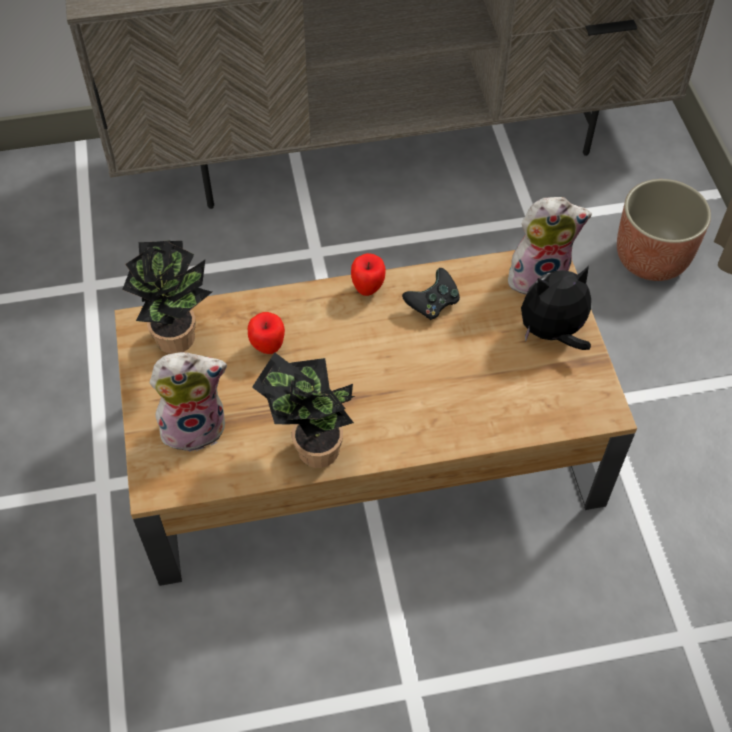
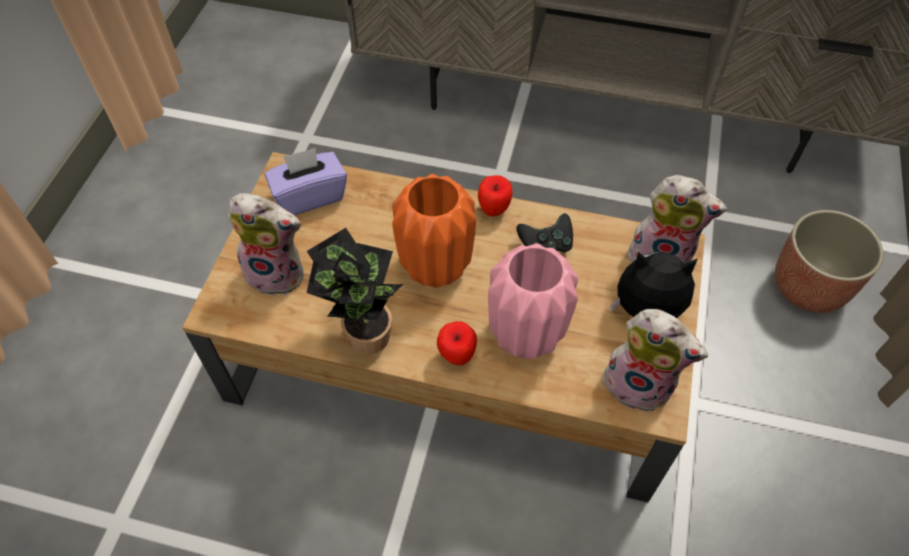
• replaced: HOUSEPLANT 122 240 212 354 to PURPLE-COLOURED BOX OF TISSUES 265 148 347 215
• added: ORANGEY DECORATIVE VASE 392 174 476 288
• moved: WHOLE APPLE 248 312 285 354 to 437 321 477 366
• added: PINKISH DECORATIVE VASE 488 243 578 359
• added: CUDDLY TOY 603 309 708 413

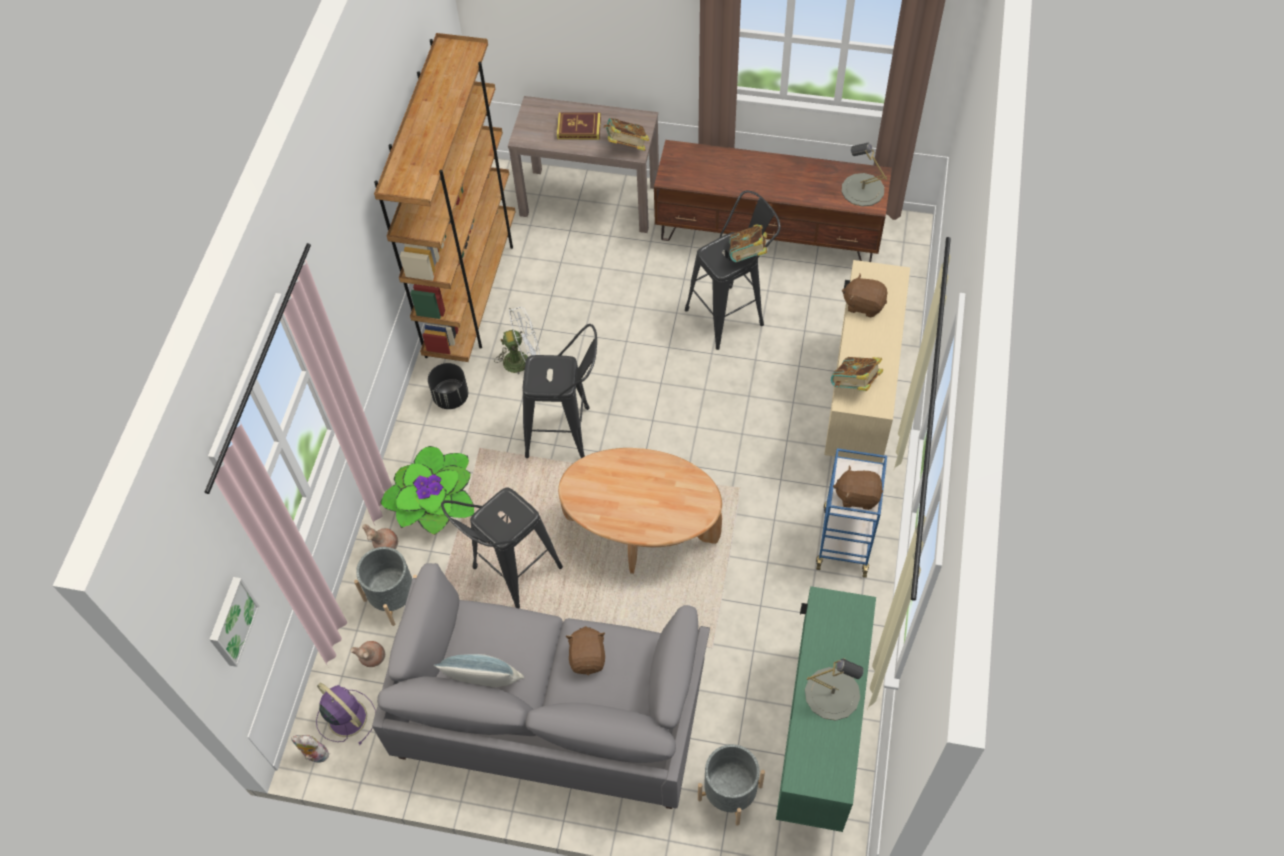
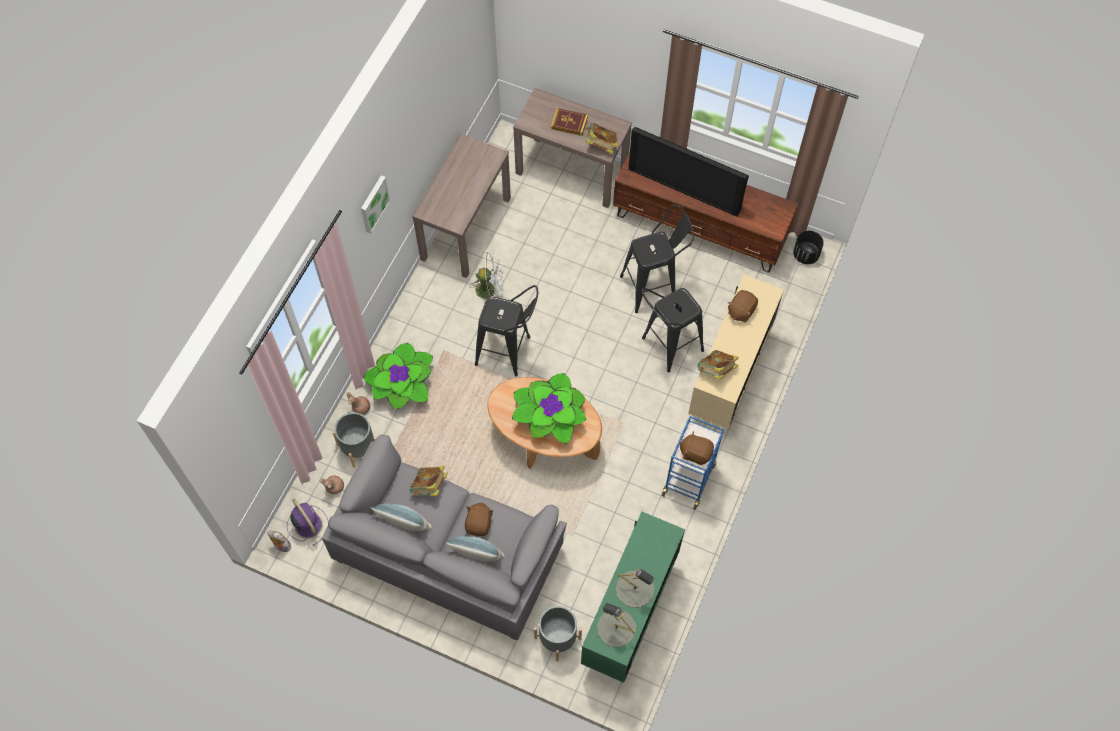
• moved: WALL PICTURE 209 577 259 667 to 361 175 390 234
• moved: BOOK 729 224 767 262 to 410 466 448 497
• replaced: BROWNISH BOOKCASE 374 33 515 362 to BROWNISH NARROW TABLE 412 133 511 278
• added: CUSHION 445 536 505 562
• added: HOUSEPLANT 512 373 587 444
• moved: GREY TABLE LAMP 842 143 887 207 to 597 603 636 648
• added: TV SET 628 127 749 217
• moved: BLACKISH STOOL SEAT 441 487 563 608 to 642 288 704 372
• turned: BROWNISH CUDDLY TOY 842 273 887 318 = 728 290 758 323 90 degrees counterclockwise
• moved: BLACKISH PLANT POT 428 363 468 409 to 793 231 824 264

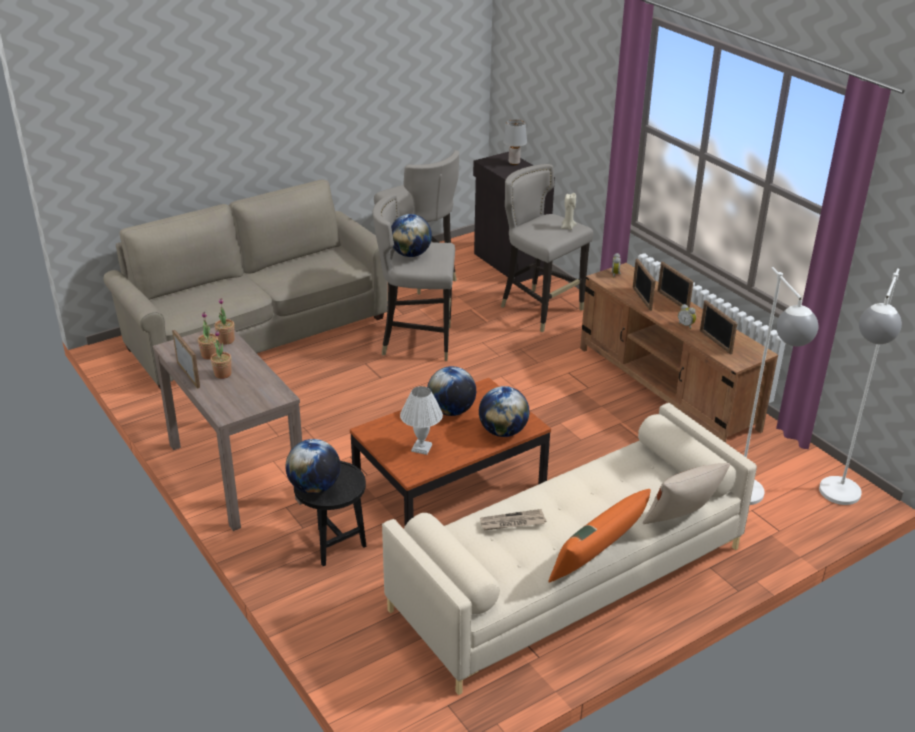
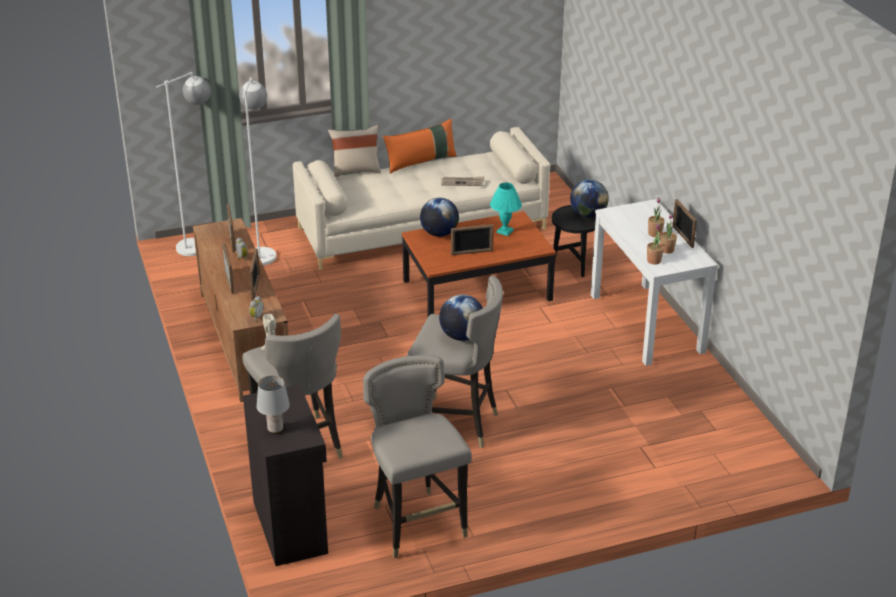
• replaced: GLOBE 427 366 476 416 to PHOTO FRAME 451 224 493 255
• recoloured: WHITE-COLOURED TABLE LAMP 400 386 443 455 to TURQUOISE TABLE LAMP 490 183 522 236
• recoloured: BROWNISH NARROW TABLE 153 327 303 531 to WHITE-COLOURED NARROW TABLE 591 199 718 366
• removed: SAND-COLOURED COUCH 103 180 388 390

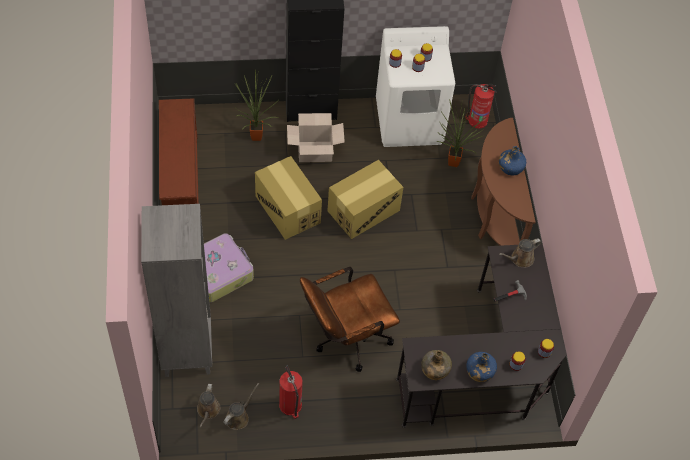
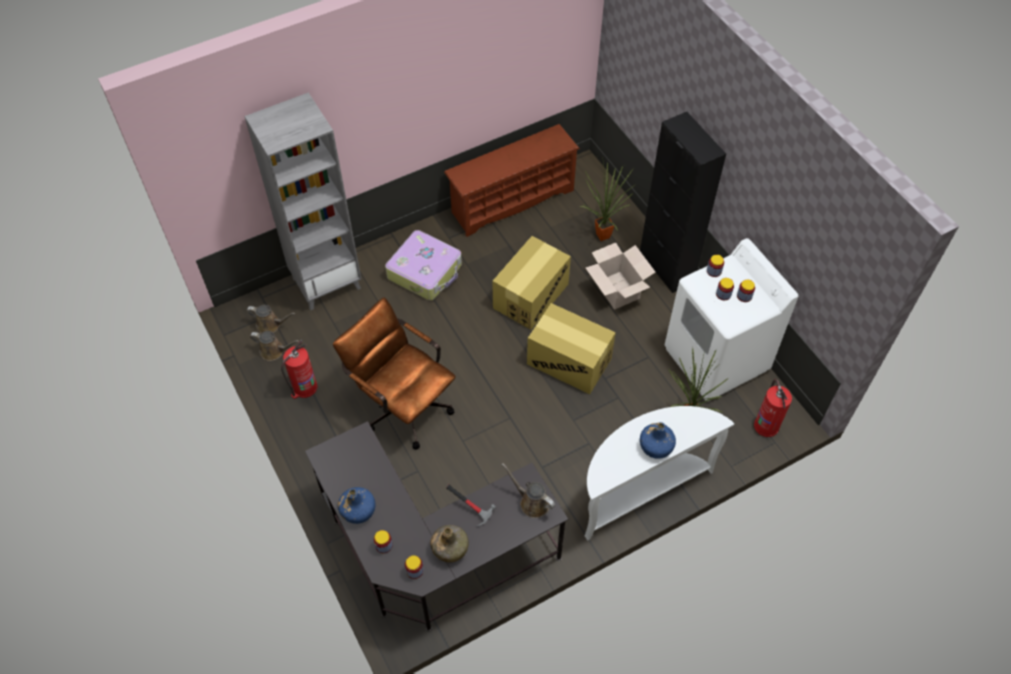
• turned: BROWNISH WATERING CAN 197 384 220 427 = 246 305 296 333 150 degrees counterclockwise
• moved: GREENISH BOTTLE 421 350 452 380 to 430 525 469 562
• recoloured: BROWNISH NARROW TABLE 471 118 536 246 to WHITE-COLOURED NARROW TABLE 585 406 734 540

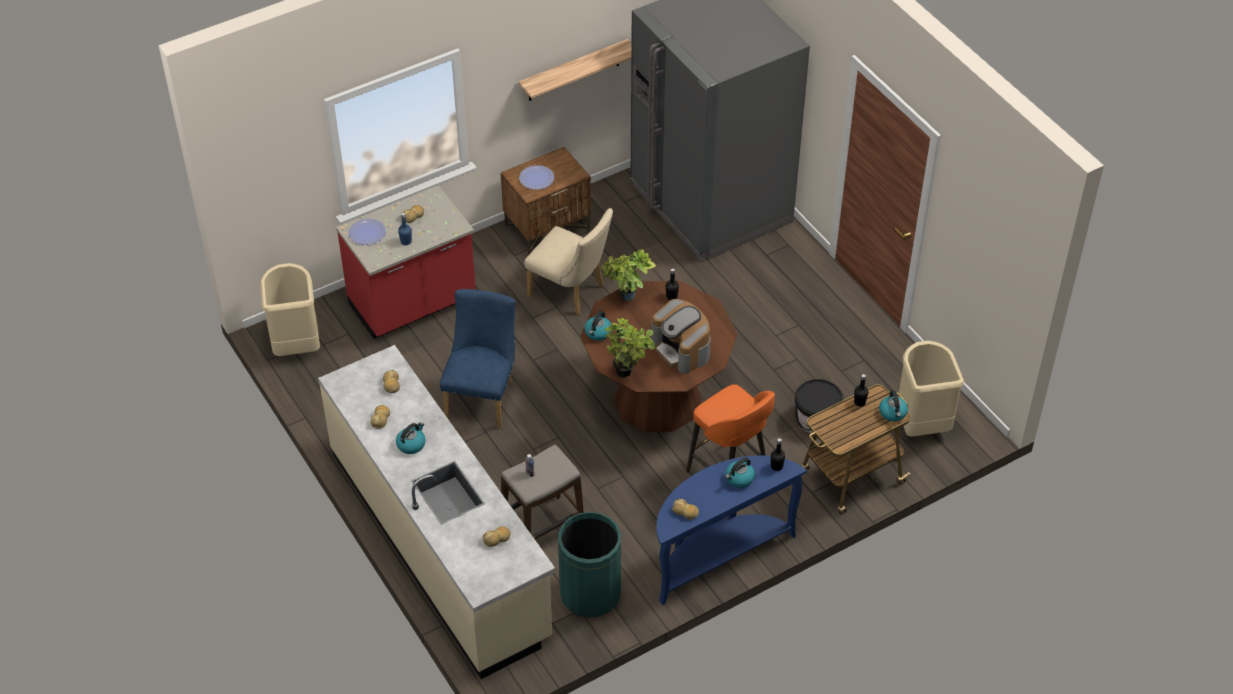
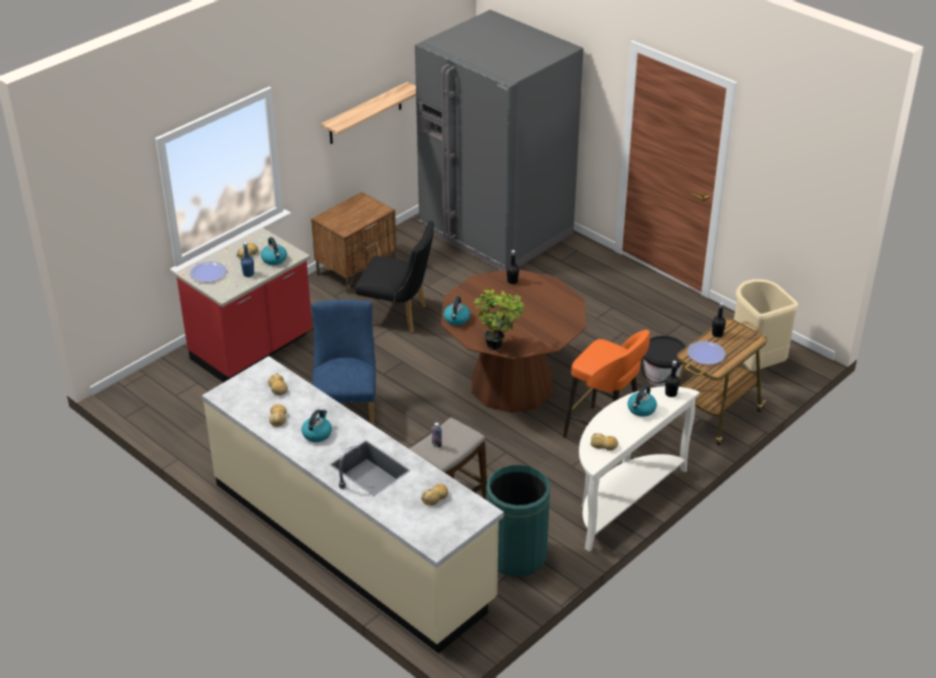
• moved: KETTLE 879 391 908 422 to 261 237 287 265
• recoloured: SAND-COLOURED UPRIGHT CHAIR 524 208 613 315 to BLACKISH UPRIGHT CHAIR 355 221 434 332
• recoloured: BLUISH NARROW TABLE 656 455 807 605 to WHITE-COLOURED NARROW TABLE 579 386 700 552
• moved: PLATE 519 165 554 190 to 687 341 726 365
• removed: SAND-COLOURED RUBBISH BIN 260 263 320 356
• removed: HOUSEPLANT 602 249 656 301
• removed: COFFEE BREWER 651 299 711 374

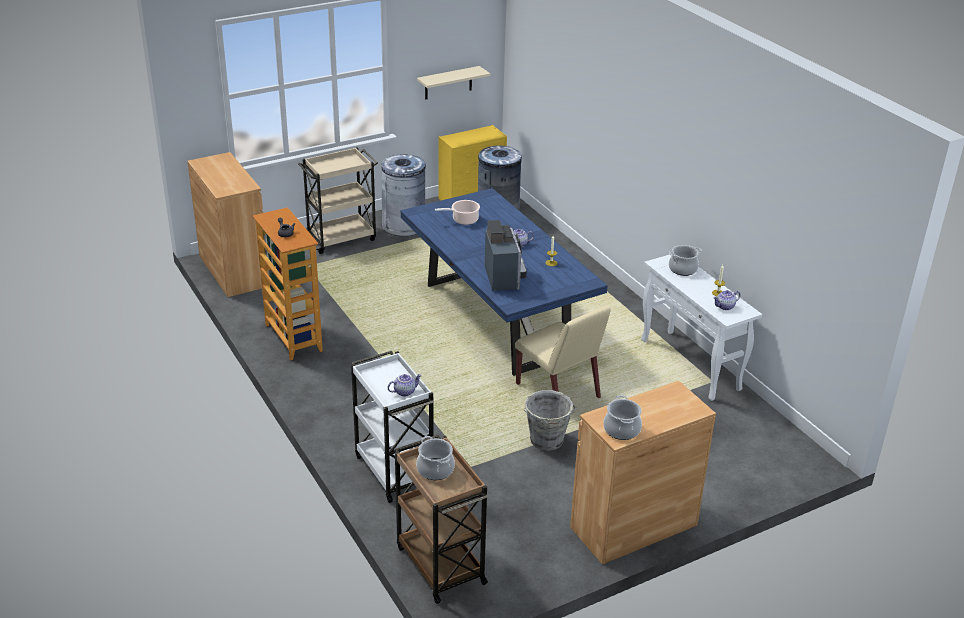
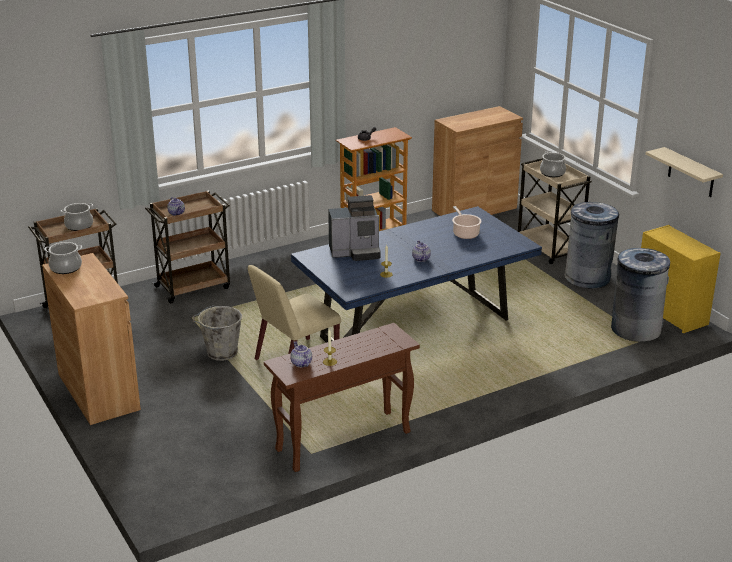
• recoloured: WHITE-COLOURED WHEELED CART 351 351 434 503 to BROWNISH WHEELED CART 145 190 230 304
• recoloured: WHITE-COLOURED NARROW TABLE 641 254 762 401 to BROWNISH NARROW TABLE 264 323 420 472
• moved: STOCKPOT 669 245 702 276 to 540 151 566 177

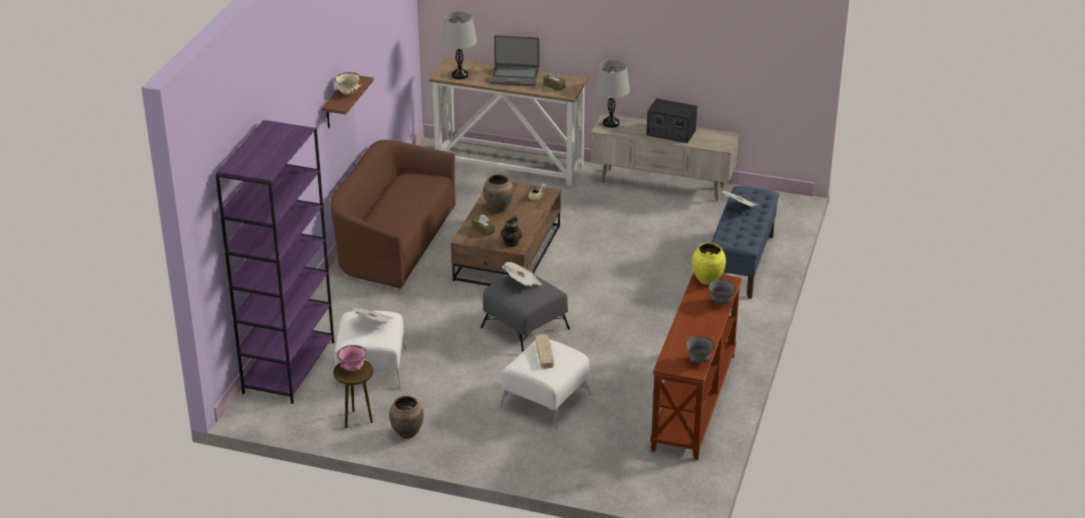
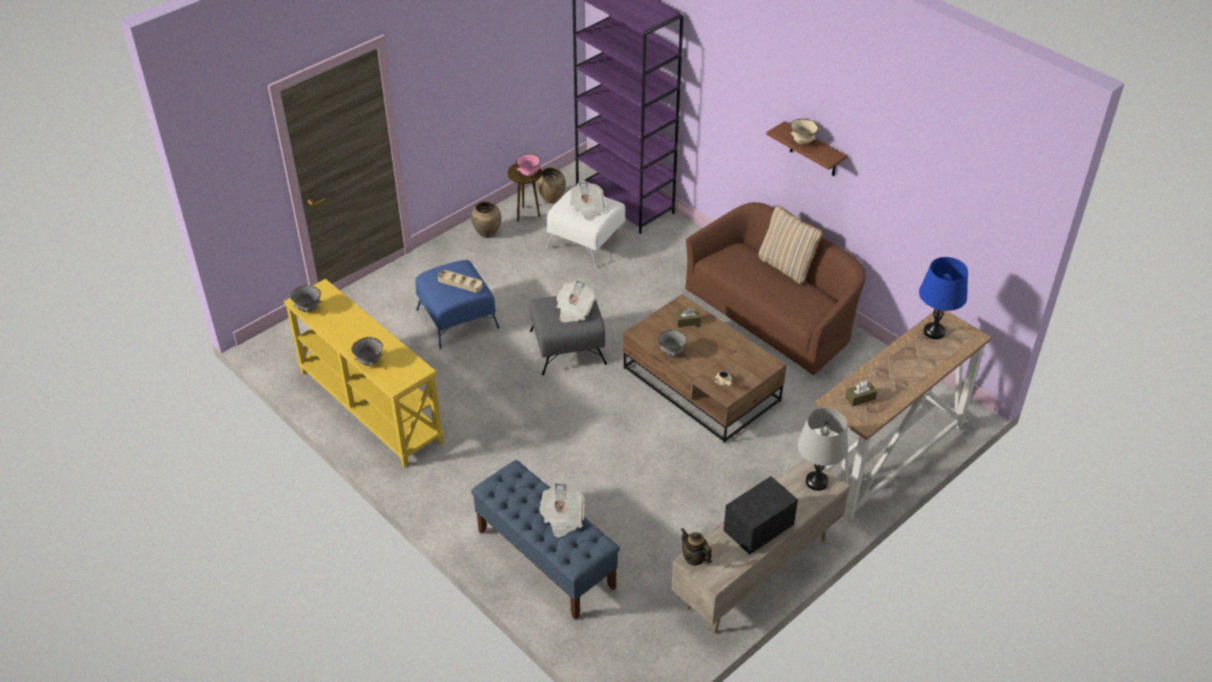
• recoloured: BROWNISH NARROW TABLE 650 272 742 460 to YELLOW-COLOURED NARROW TABLE 283 279 444 468
• recoloured: WHITE-COLOURED FOOTREST 499 340 592 430 to BLUISH FOOTREST 415 260 500 349
• moved: BROWNISH DECORATIVE VASE 483 174 513 212 to 537 167 566 204
• added: GREY SERVING BOWL 658 330 688 356
• moved: POT FOR TEA 501 216 522 247 to 680 528 712 566
• added: SAND-COLOURED CUSHION 758 205 823 284
• recoloured: GREY TABLE LAMP 441 11 477 79 to BLUISH TABLE LAMP 919 257 968 339
• removed: LAPTOP 490 35 539 86
• removed: YELLOW-COLOURED DECORATIVE VASE 692 243 726 285

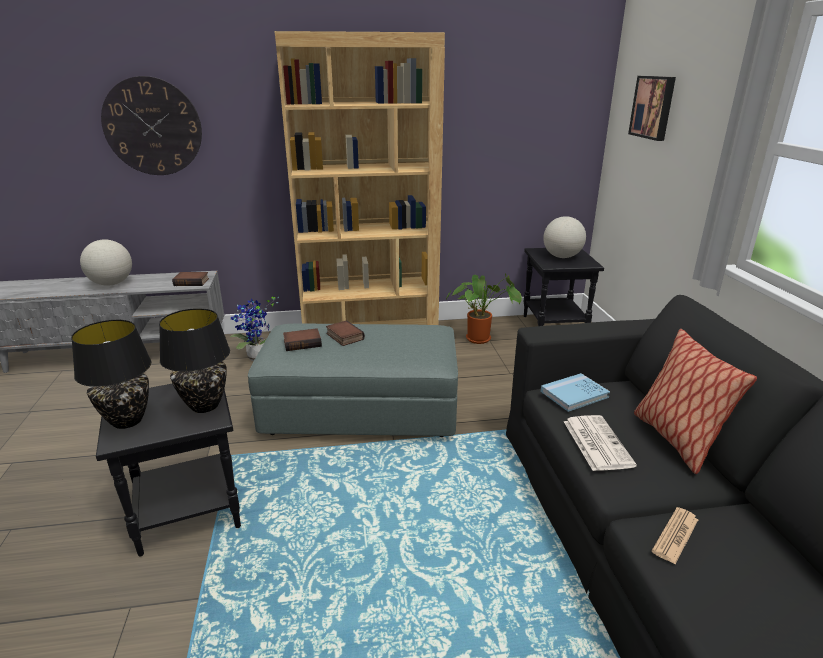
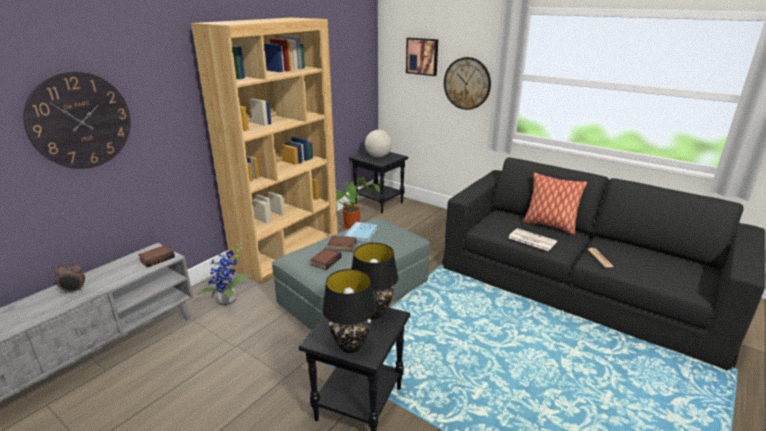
• replaced: GLOBE 80 239 132 286 to TABLE CLOCK 55 263 85 294
• moved: BLUISH BOOK 540 373 610 412 to 344 222 378 243
• added: WALL CLOCK 444 57 491 110

